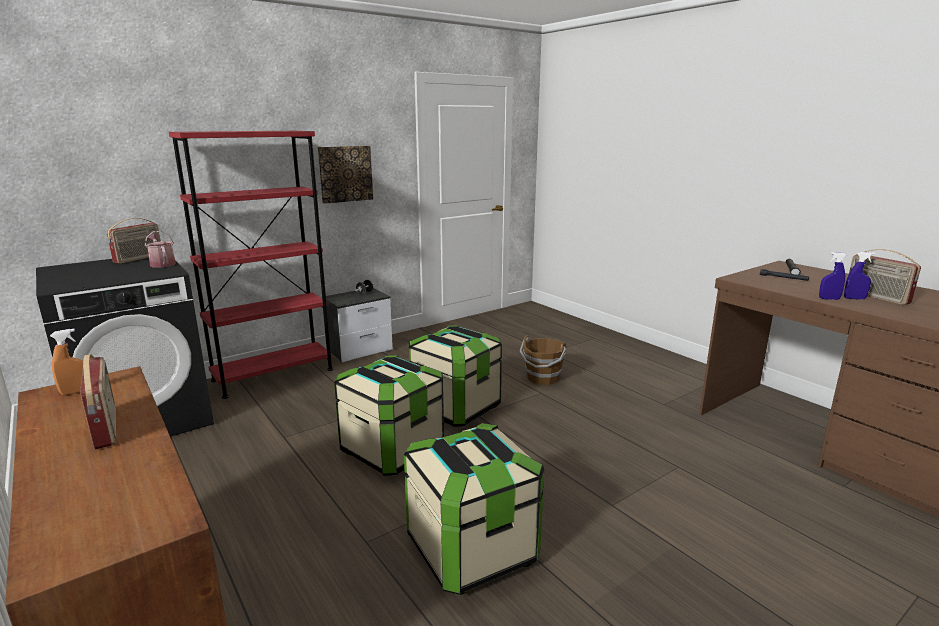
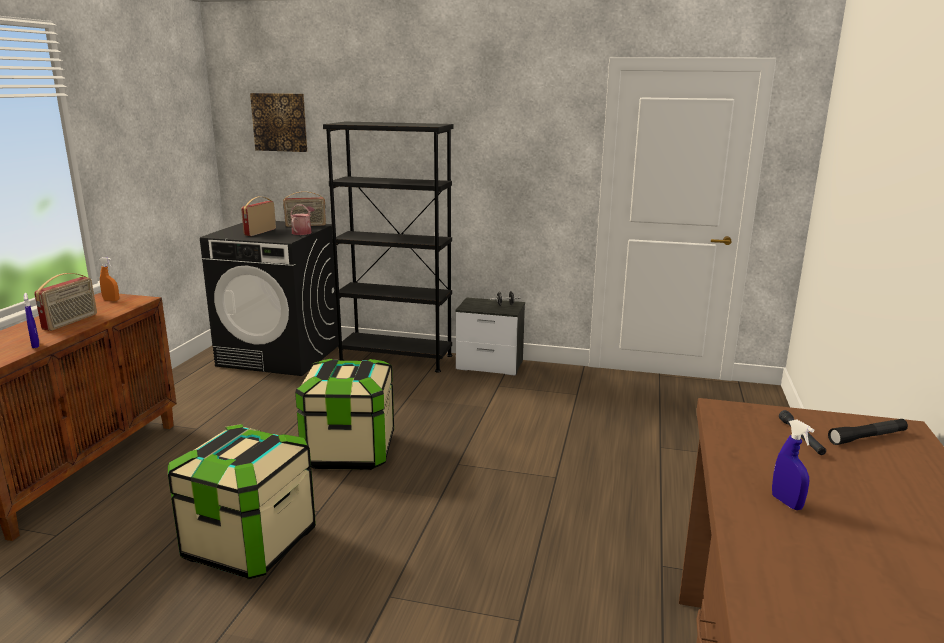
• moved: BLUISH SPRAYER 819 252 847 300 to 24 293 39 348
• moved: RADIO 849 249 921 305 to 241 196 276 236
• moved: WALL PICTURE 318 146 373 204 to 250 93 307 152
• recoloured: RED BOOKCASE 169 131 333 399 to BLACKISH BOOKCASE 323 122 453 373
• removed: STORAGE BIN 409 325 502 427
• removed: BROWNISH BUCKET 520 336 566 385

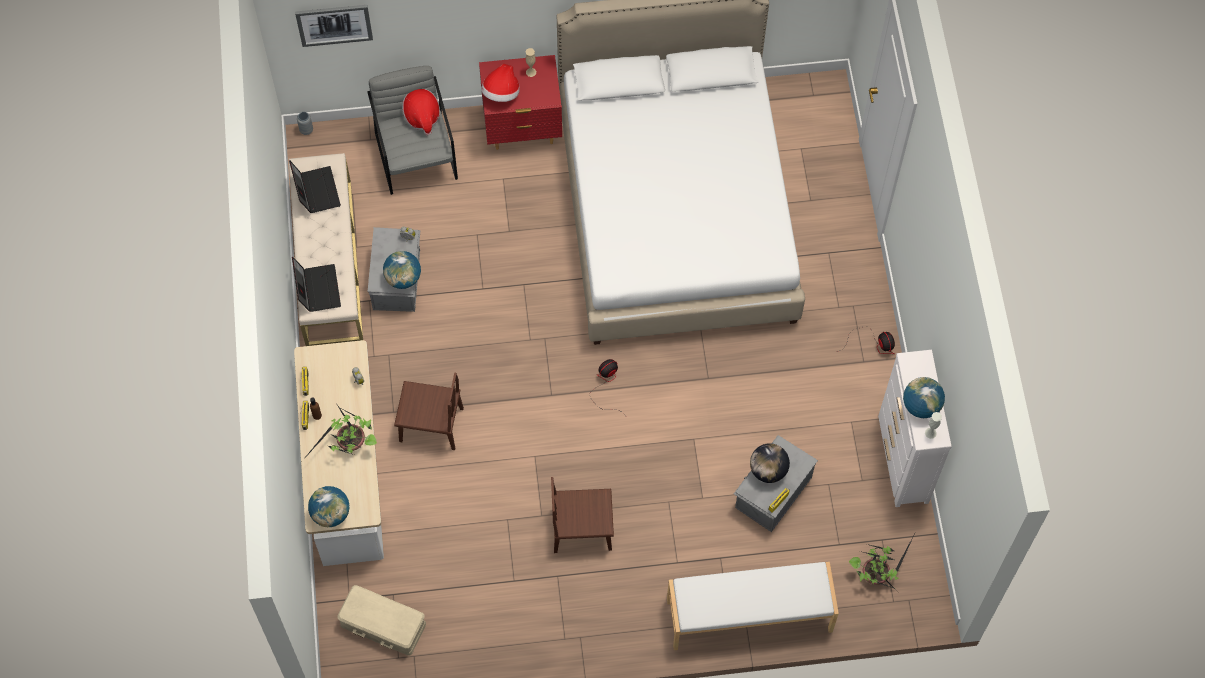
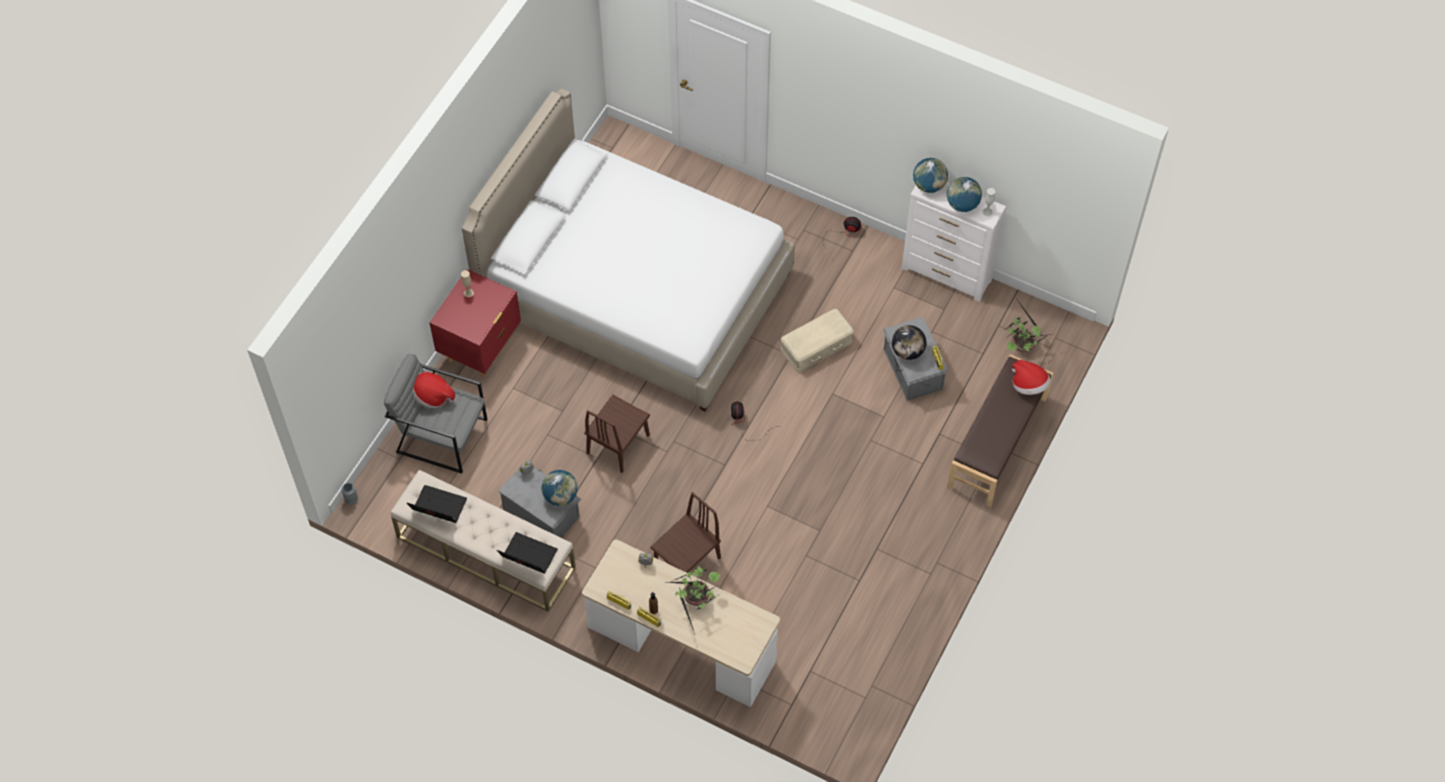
• moved: BROWNISH UPRIGHT CHAIR 551 477 614 553 to 584 395 650 473
• moved: SAND-COLOURED STORAGE BIN 337 585 426 656 to 781 309 854 372
• moved: GLOBE 308 486 349 527 to 913 158 948 193
• recoloured: WHITE-COLOURED LONG SEAT 667 562 839 650 to BROWNISH LONG SEAT 947 354 1053 507
• moved: WEARABLE HAT 481 64 520 102 to 1012 360 1051 395
• removed: WALL PICTURE 295 5 373 47

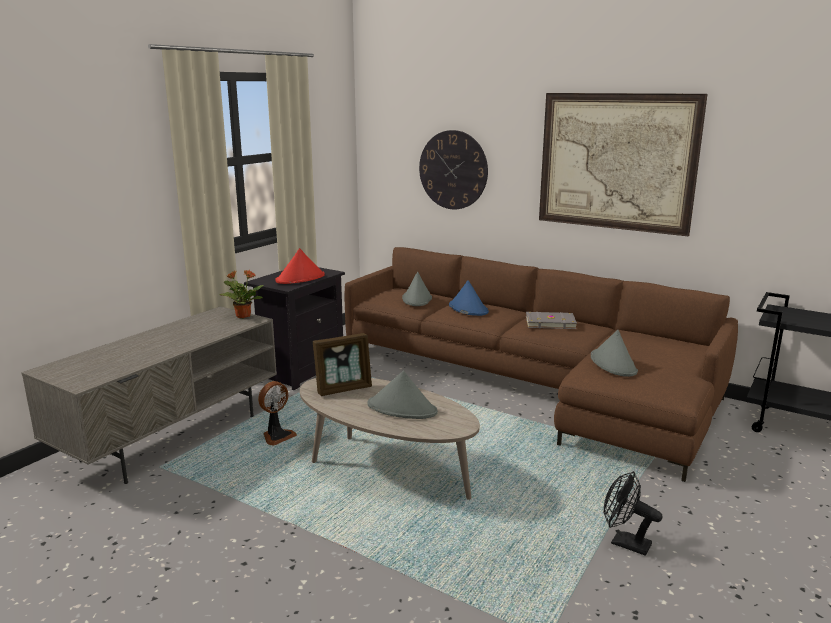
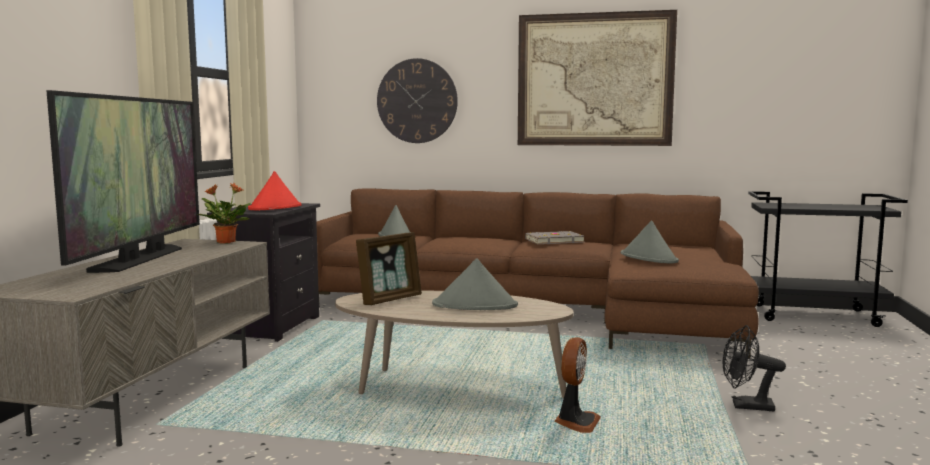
• added: TV SET 47 90 200 273
• moved: ELECTRIC FAN 258 381 297 446 to 554 337 601 433
• removed: BLUISH WEARABLE HAT 449 280 489 316

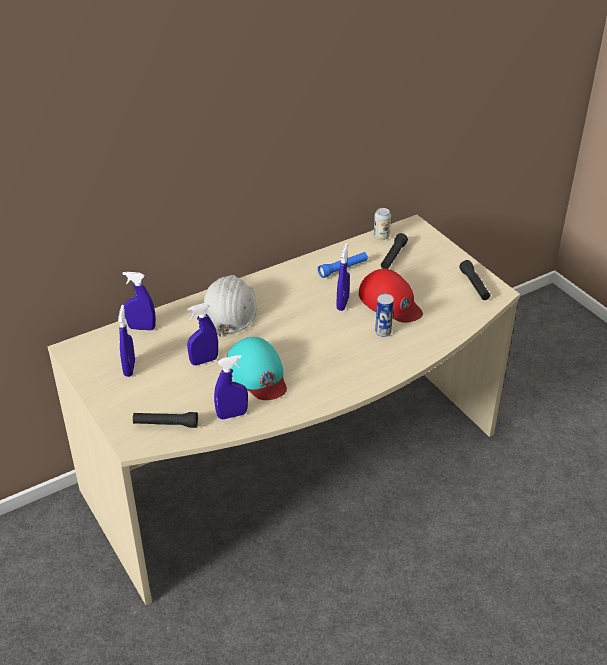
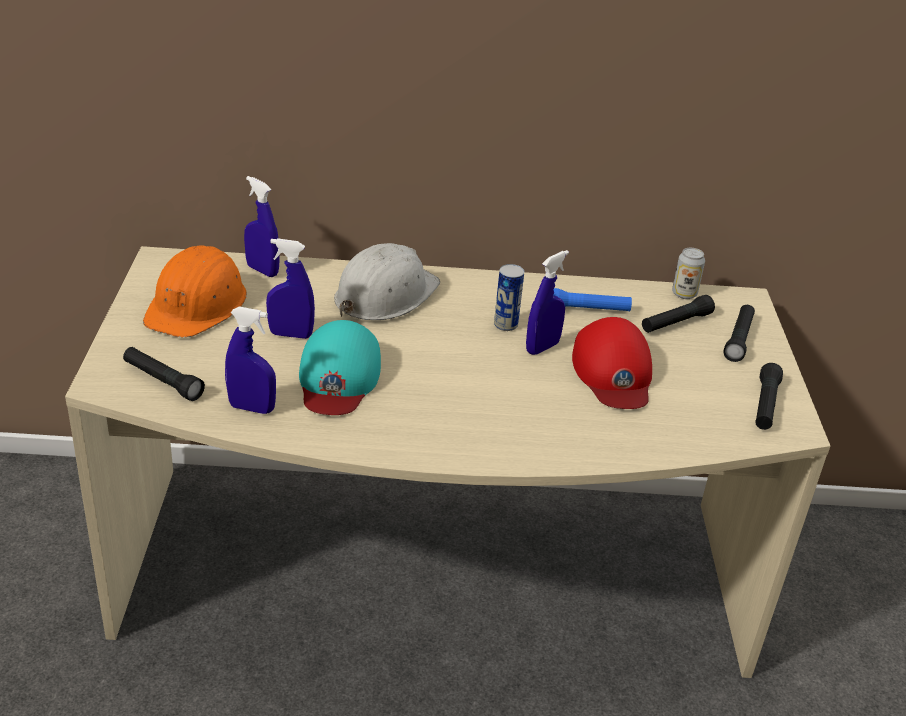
• replaced: BLUISH SPRAYER 118 305 135 377 to ORANGEY WORK HELMET 143 245 247 338
• moved: METAL CAN 375 294 394 337 to 494 264 524 331
• added: BLACKISH FLASHLIGHT 723 305 755 362

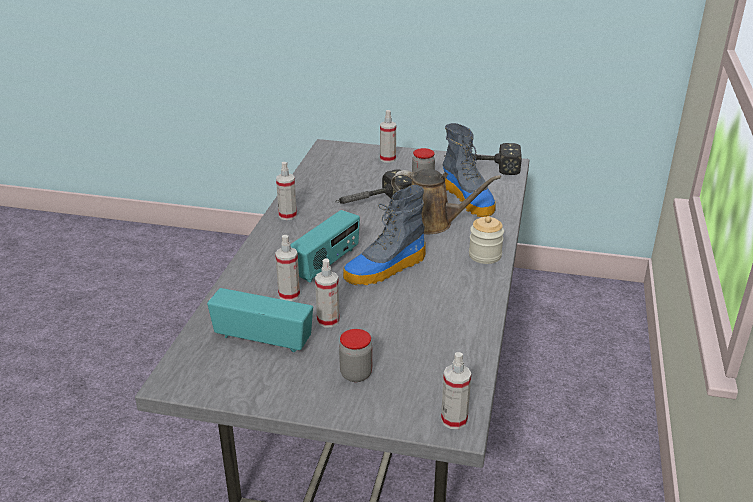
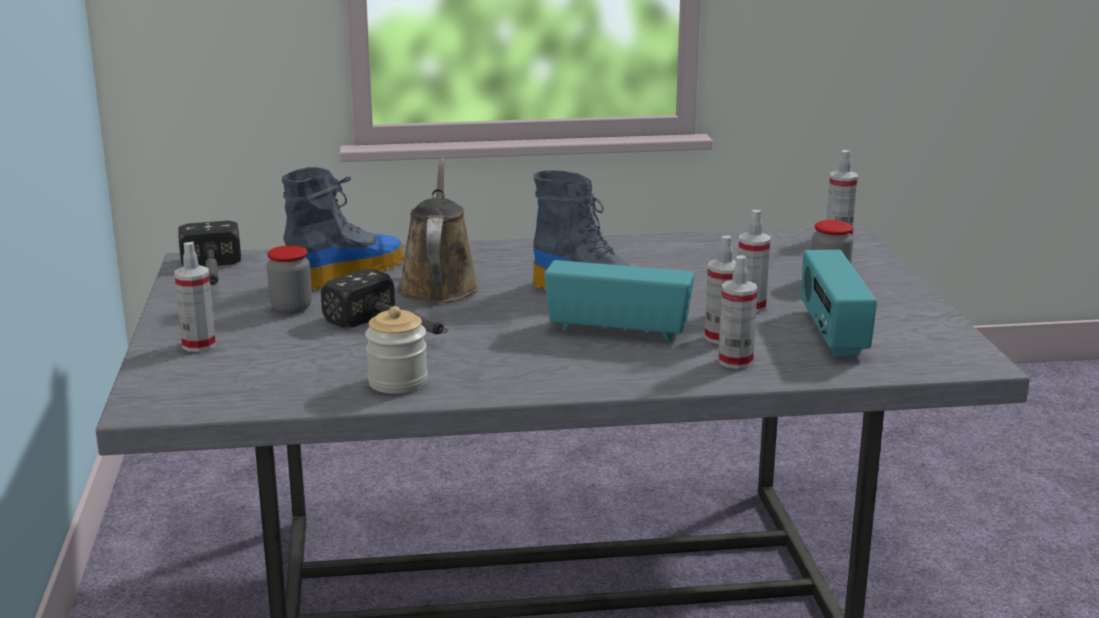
• moved: JAR 469 216 504 264 to 365 306 428 394
• moved: SPRAYER 276 162 297 220 to 718 255 758 369

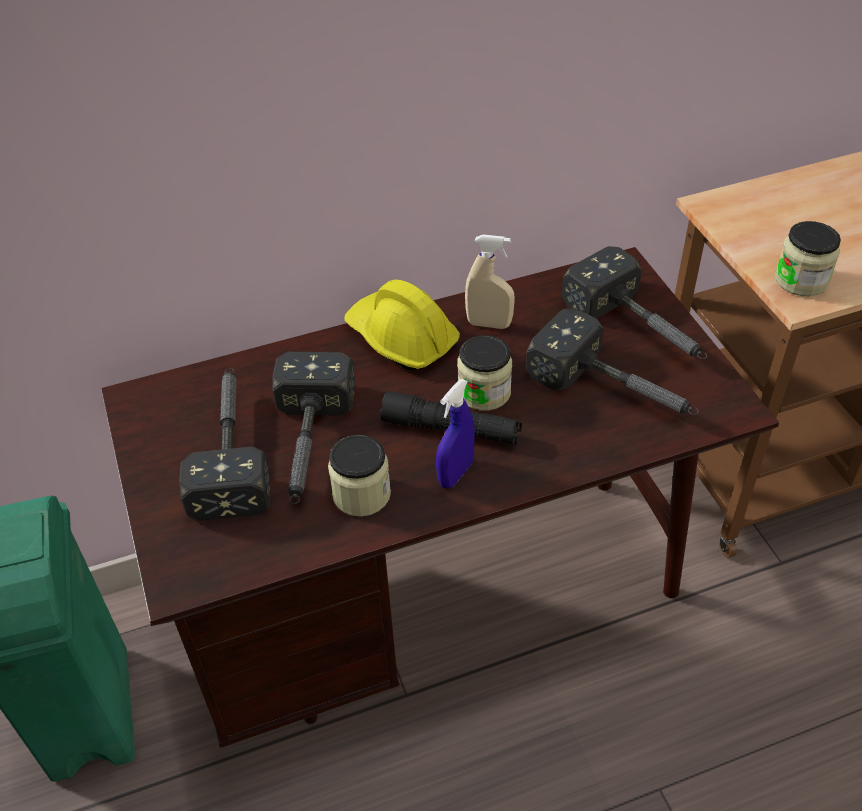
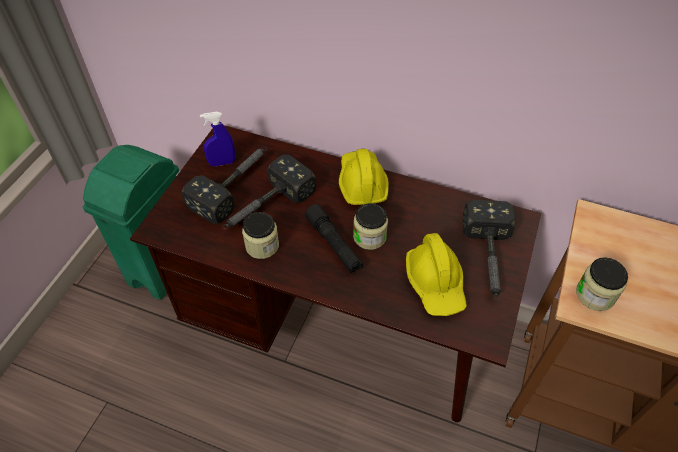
• moved: BLUISH SPRAYER 436 379 475 489 to 200 112 235 167
• replaced: HAMMER 526 308 699 415 to YELLOW-COLOURED WORK HELMET 406 233 467 316
• removed: SAND-COLOURED SPRAYER 465 235 515 329

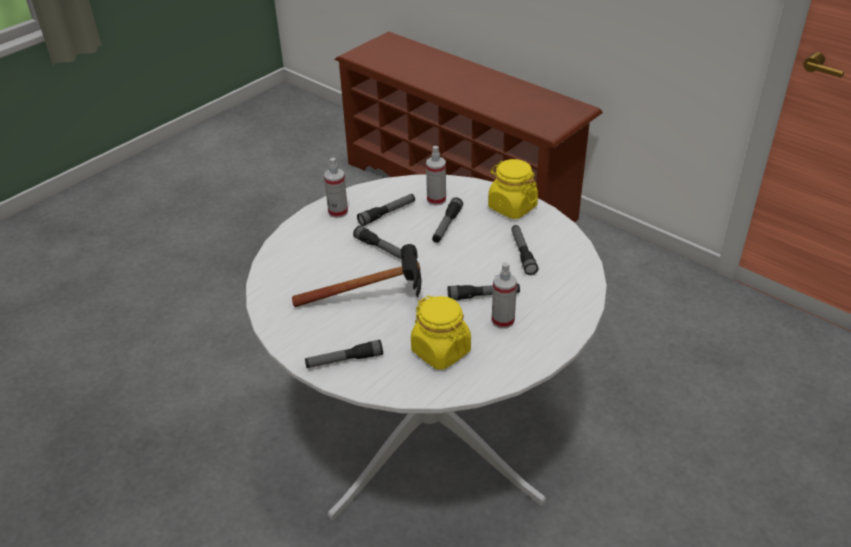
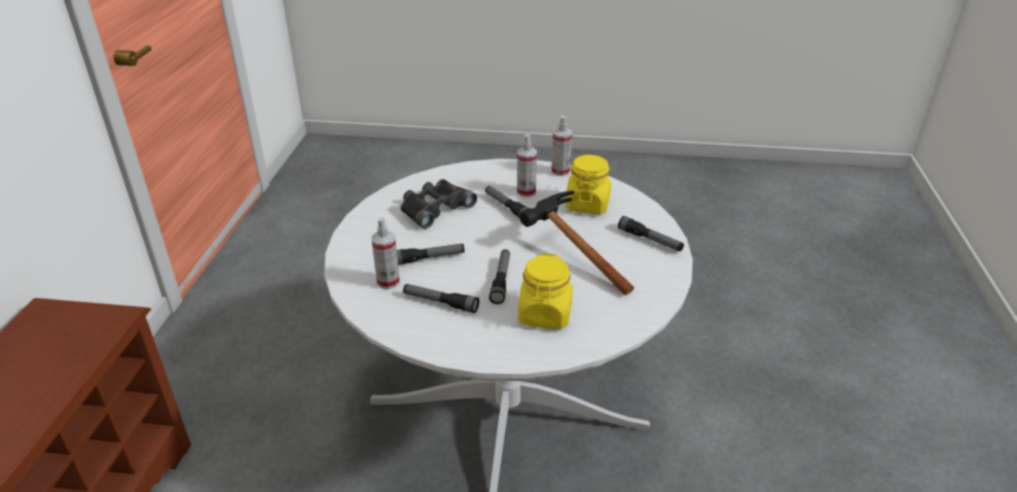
• replaced: FLASHLIGHT 511 225 539 275 to BLACKISH PAIR OF BINOCULARS 400 179 477 229
• moved: YELLOW-COLOURED JAR 488 159 538 219 to 518 253 573 329
• moved: SPRAYER 324 158 348 218 to 551 116 572 176

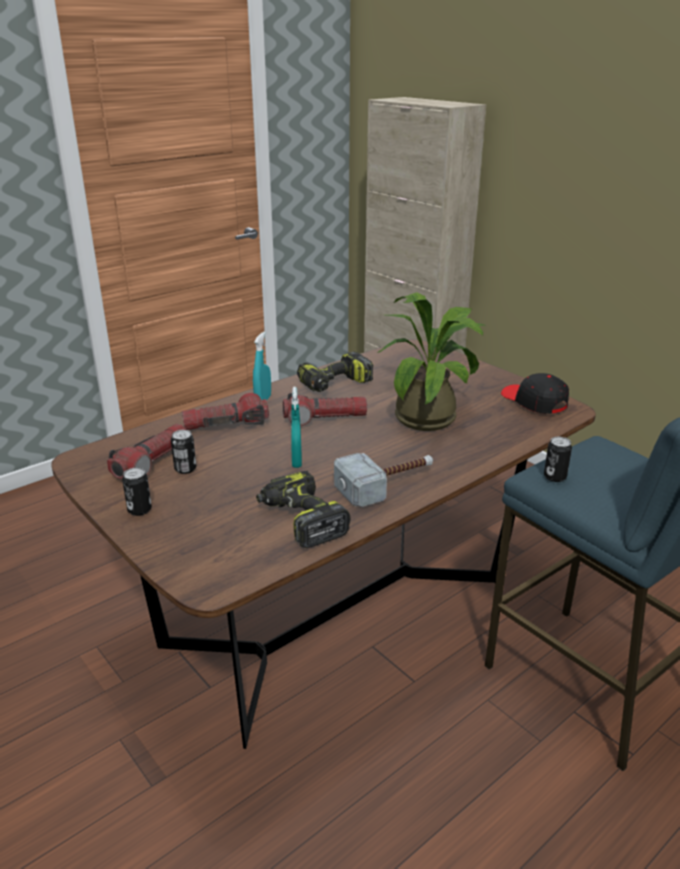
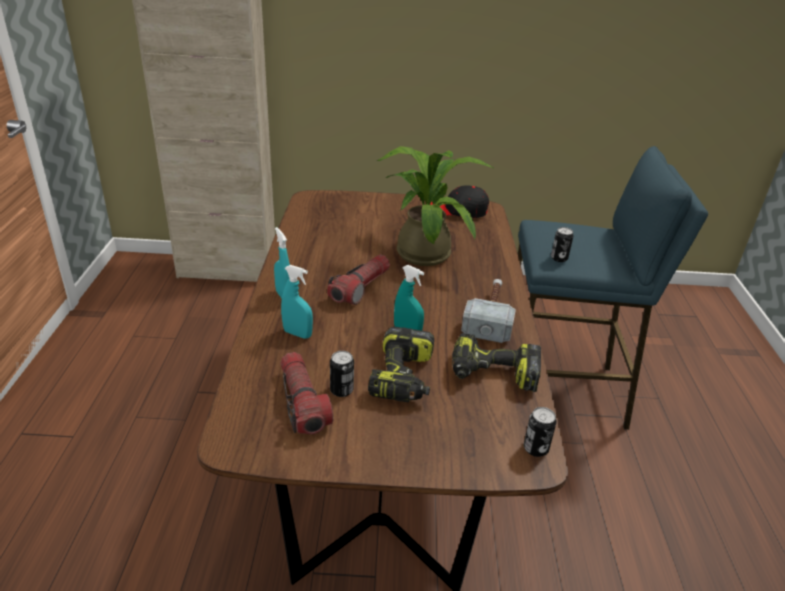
• replaced: FLASHLIGHT 182 393 269 430 to TURQUOISE SPRAYER 281 265 313 339
• moved: POWER DRILL 297 352 373 392 to 368 327 434 403
• moved: METAL CAN 122 468 152 516 to 524 407 556 457

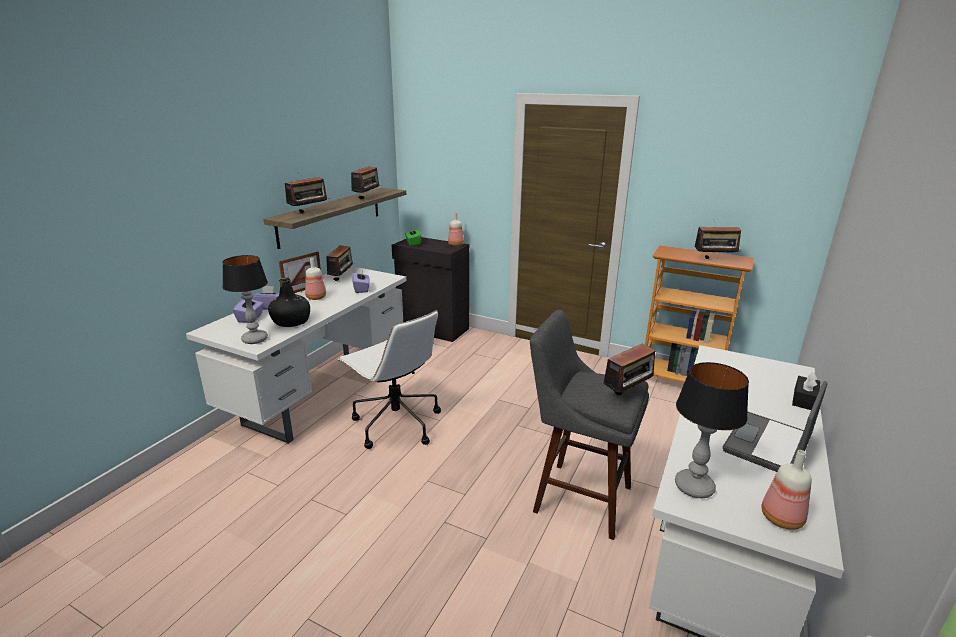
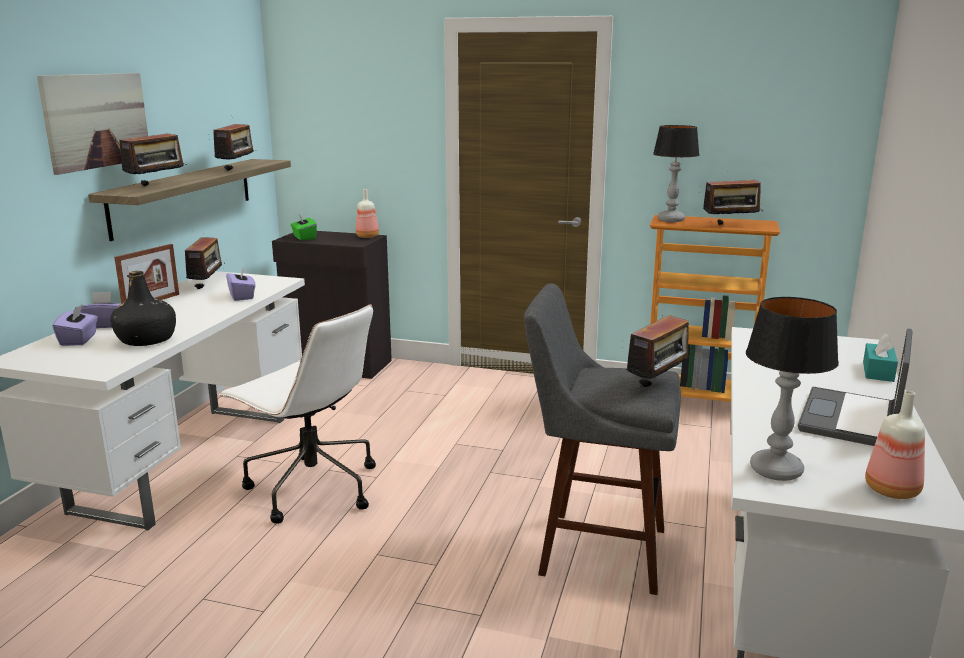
• added: WALL PICTURE 37 73 148 175
• moved: TABLE LAMP 222 255 268 344 to 653 125 699 222
• recoloured: BLACKISH BOX OF TISSUES 792 372 820 410 to TURQUOISE BOX OF TISSUES 863 334 898 382
• removed: BOTTLE 305 258 326 300

